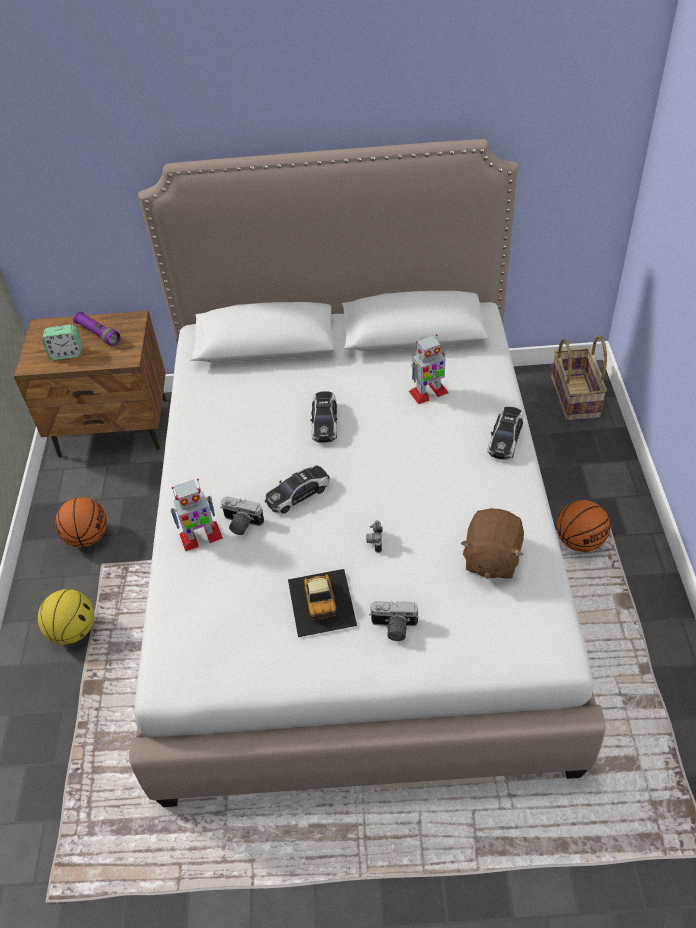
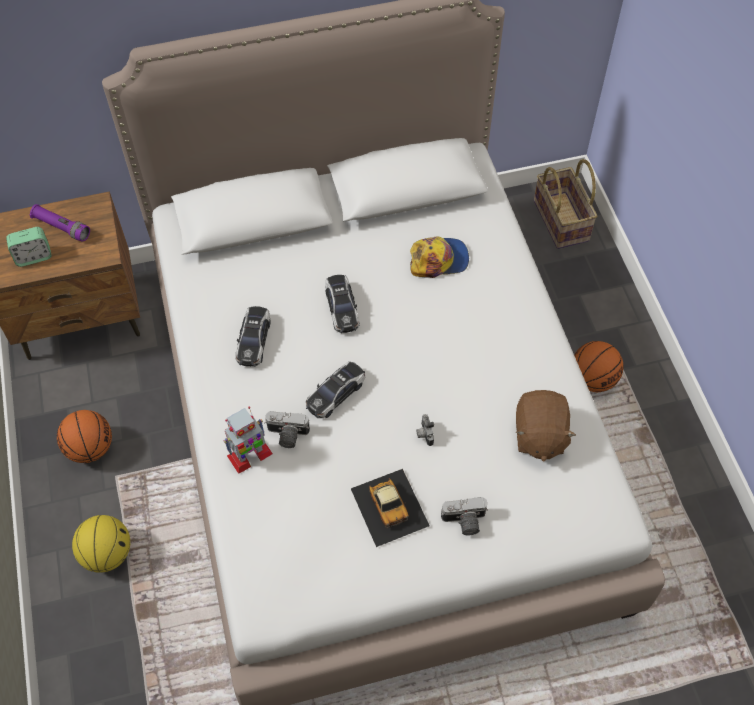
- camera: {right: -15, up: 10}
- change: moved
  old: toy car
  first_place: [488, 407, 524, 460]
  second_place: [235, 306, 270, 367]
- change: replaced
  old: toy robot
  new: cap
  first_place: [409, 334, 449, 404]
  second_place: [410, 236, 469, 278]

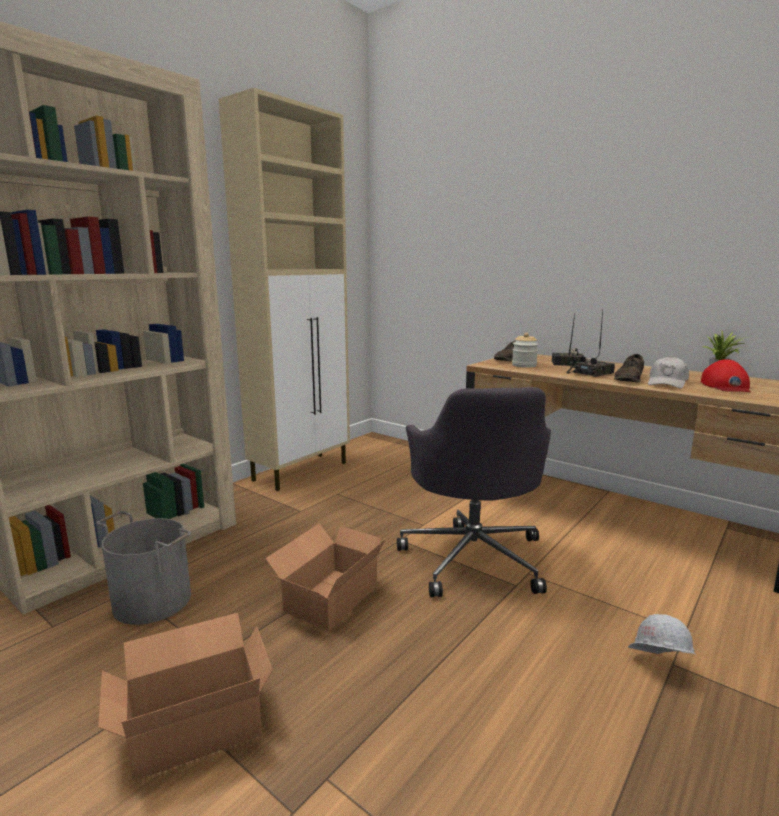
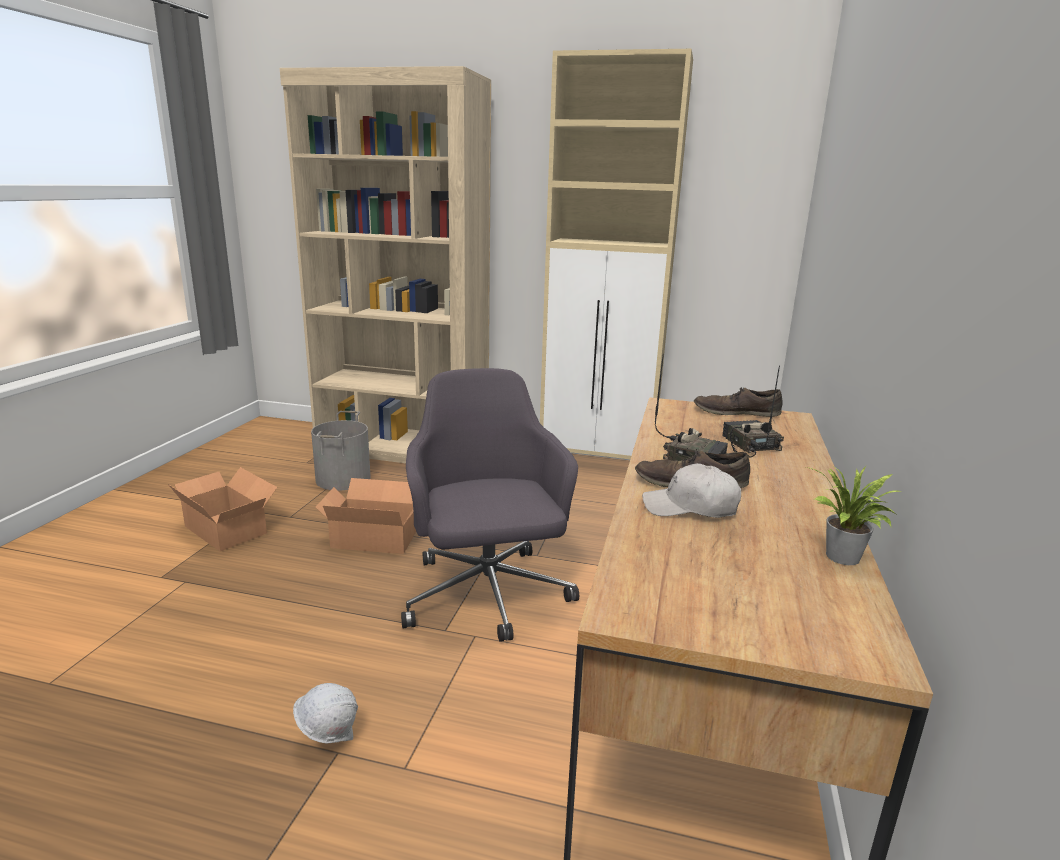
- camera: {right: 65, up: 5}
- change: removed
  old: jar
  first_place: [512, 333, 538, 368]
- change: removed
  old: red cap
  first_place: [701, 359, 751, 392]
- change: turned
  old: grey office chair
  first_place: [397, 387, 551, 597]
  second_place: [401, 368, 579, 642]
  degrees: 105

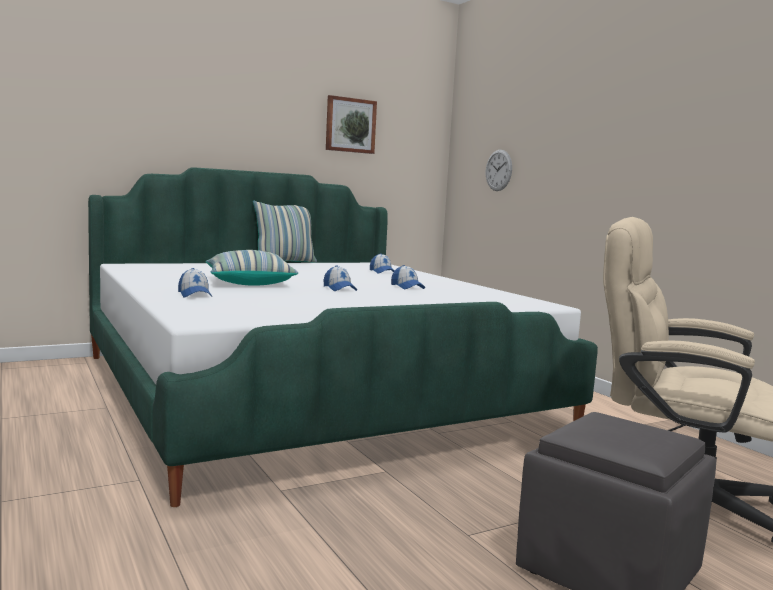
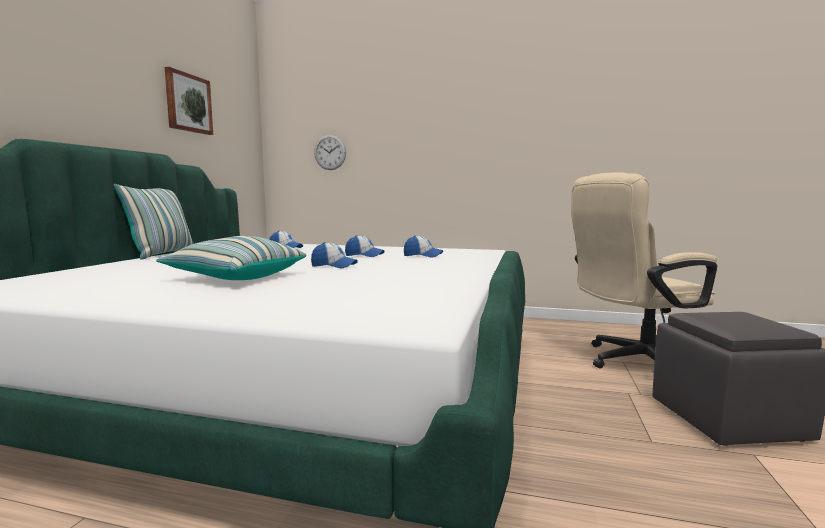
- camera: {right: -45, up: 0}
- change: moved
  old: cap
  first_place: [178, 268, 212, 298]
  second_place: [404, 236, 443, 258]

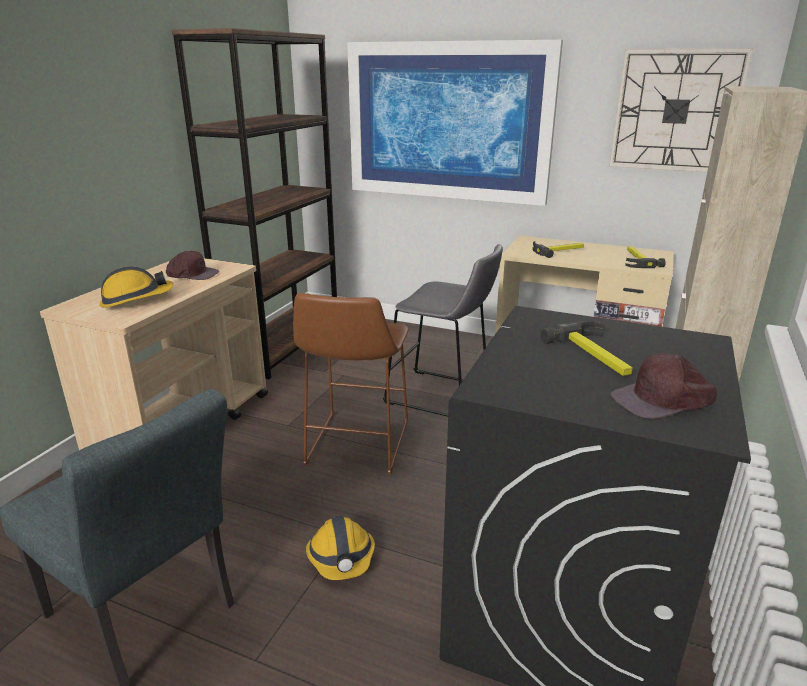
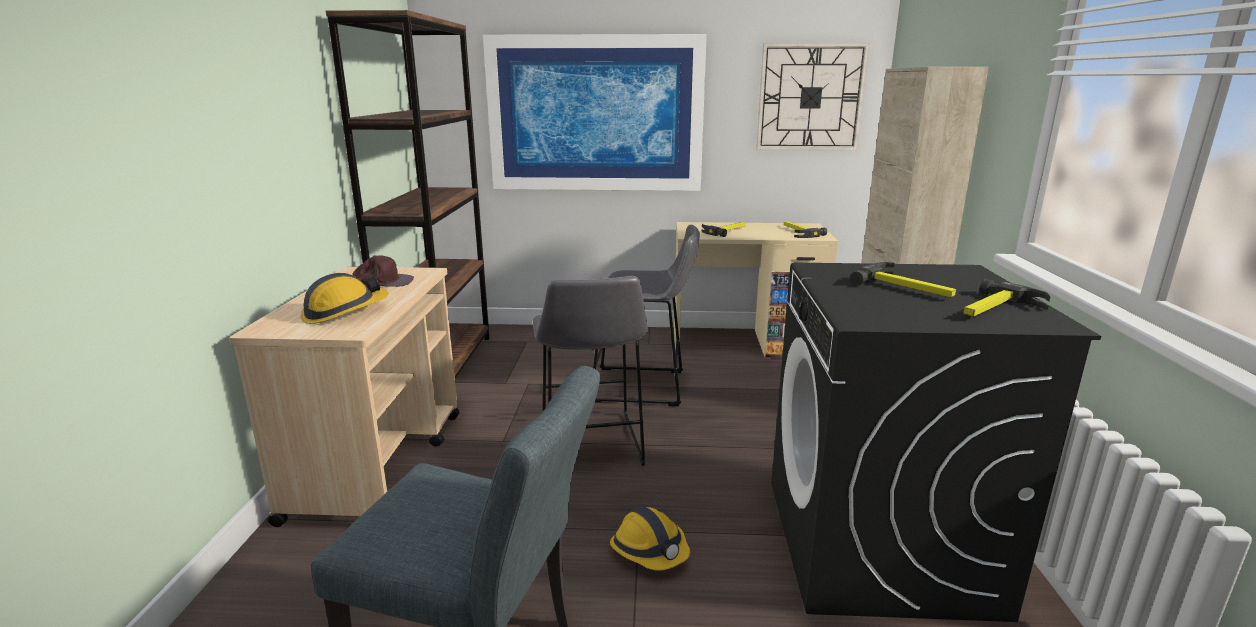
- camera: {right: -20, up: -5}
- change: replaced
  old: brown cap
  new: hammer
  first_place: [610, 353, 717, 419]
  second_place: [963, 279, 1051, 317]
- change: recoloured
  old: brown stool
  new: grey stool
  first_place: [293, 293, 409, 475]
  second_place: [533, 276, 648, 466]

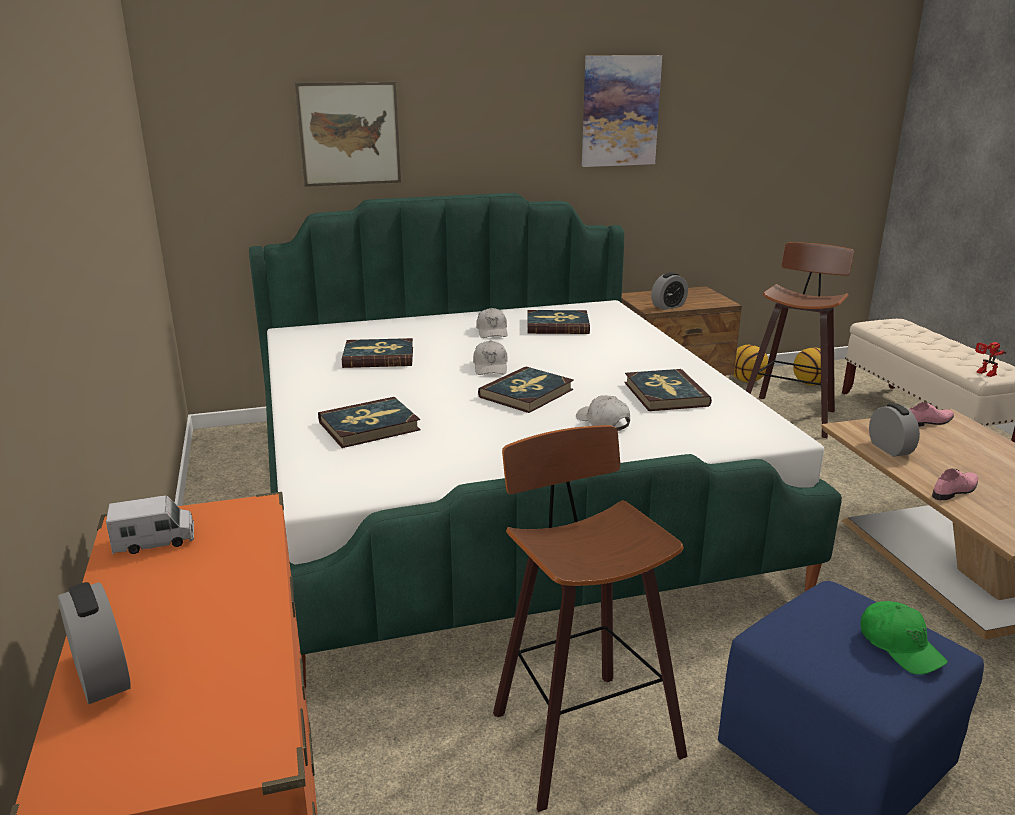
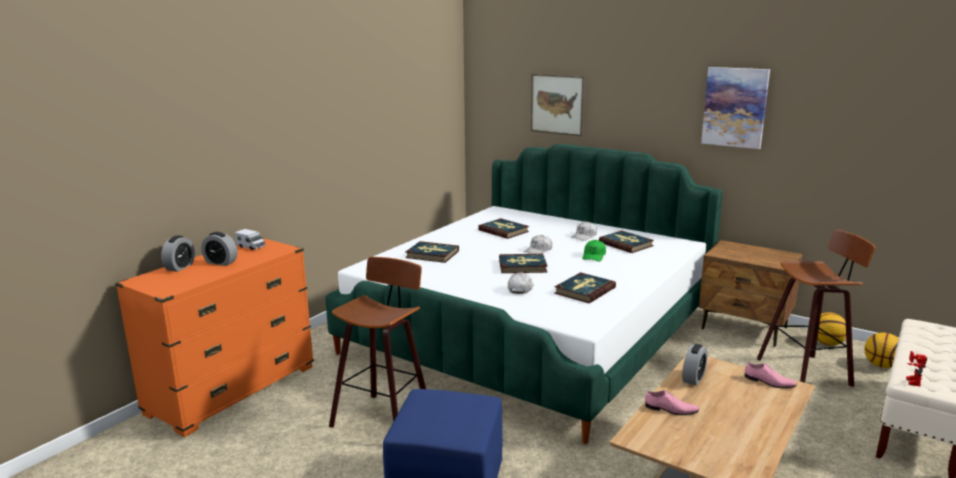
- camera: {right: 50, up: -5}
- change: moved
  old: alarm clock
  first_place: [651, 272, 688, 310]
  second_place: [201, 232, 237, 266]
- change: moved
  old: green cap
  first_place: [861, 601, 948, 675]
  second_place: [582, 240, 606, 261]

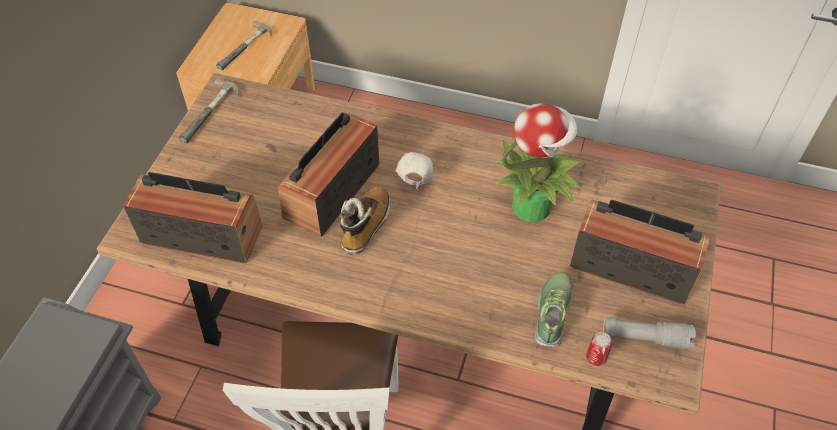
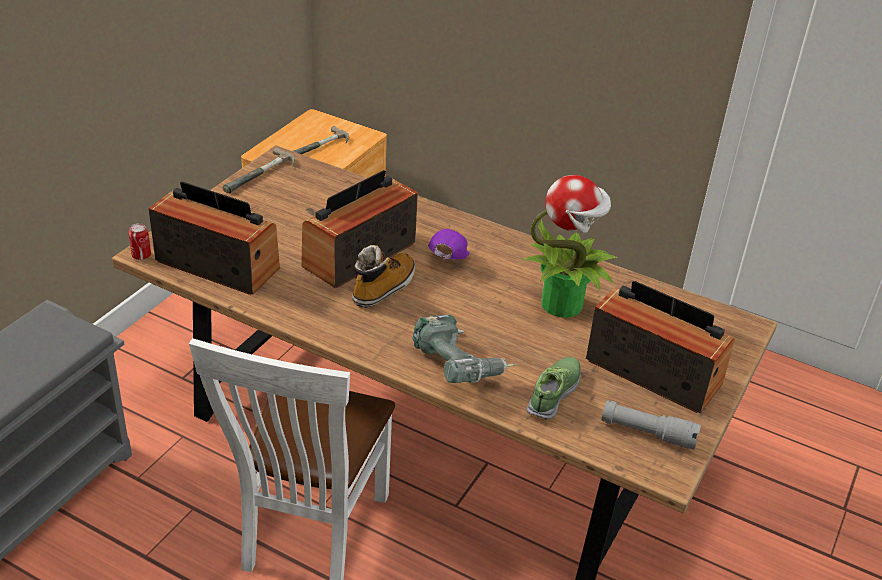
- camera: {right: 10, up: -15}
- change: added
  new: power drill
  second_place: [412, 315, 517, 383]
- change: moved
  old: can
  first_place: [586, 332, 612, 366]
  second_place: [129, 223, 151, 260]
- change: recoloured
  old: white cap
  new: purple cap
  first_place: [395, 152, 433, 190]
  second_place: [428, 229, 469, 260]

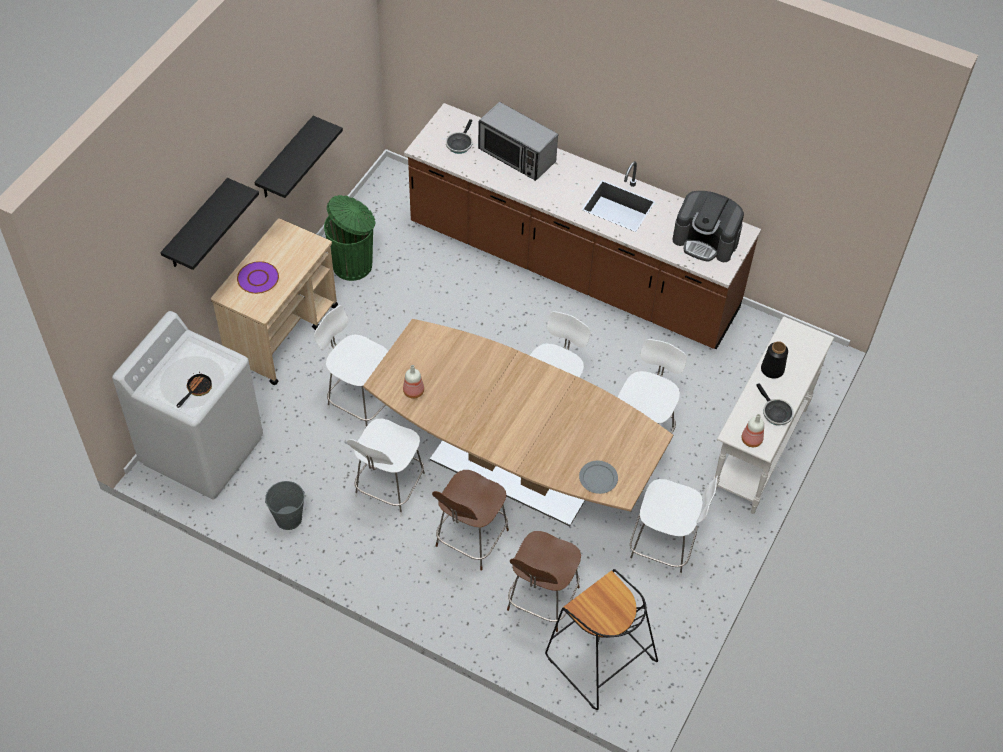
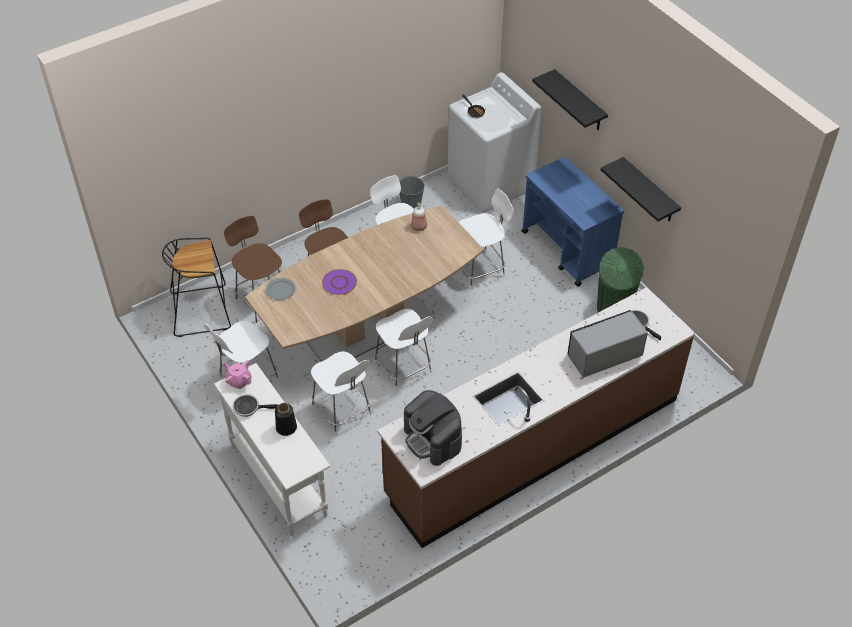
- camera: {right: 120, up: -5}
- change: moved
  old: purple plate
  first_place: [237, 261, 279, 294]
  second_place: [322, 269, 357, 295]
- change: replaced
  old: bottle
  new: pink teapot
  first_place: [742, 414, 764, 447]
  second_place: [223, 360, 252, 389]
- change: recoloured
  old: beige cart
  new: blue cart
  first_place: [211, 218, 338, 385]
  second_place: [522, 157, 624, 287]
- change: turned
  old: coffee machine
  first_place: [672, 191, 744, 262]
  second_place: [404, 390, 462, 466]
  degrees: -90

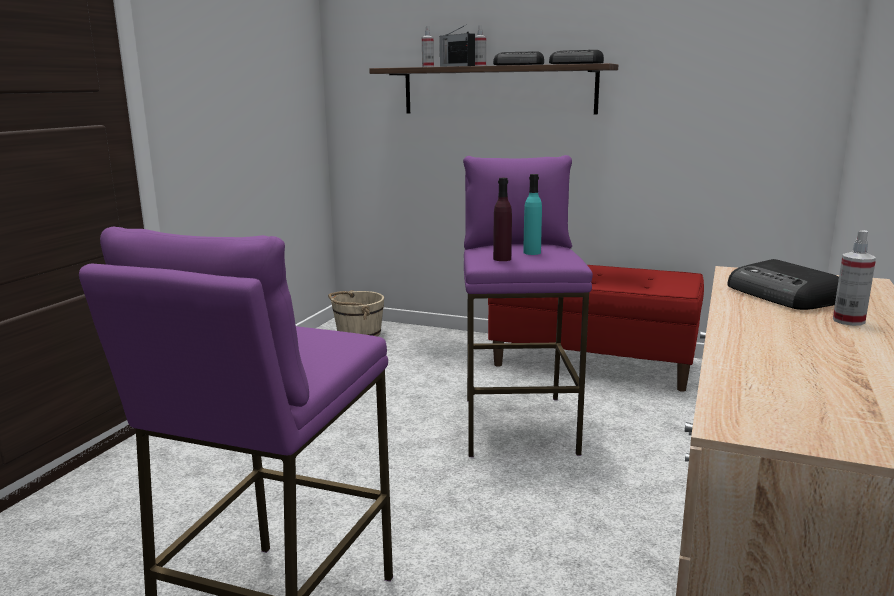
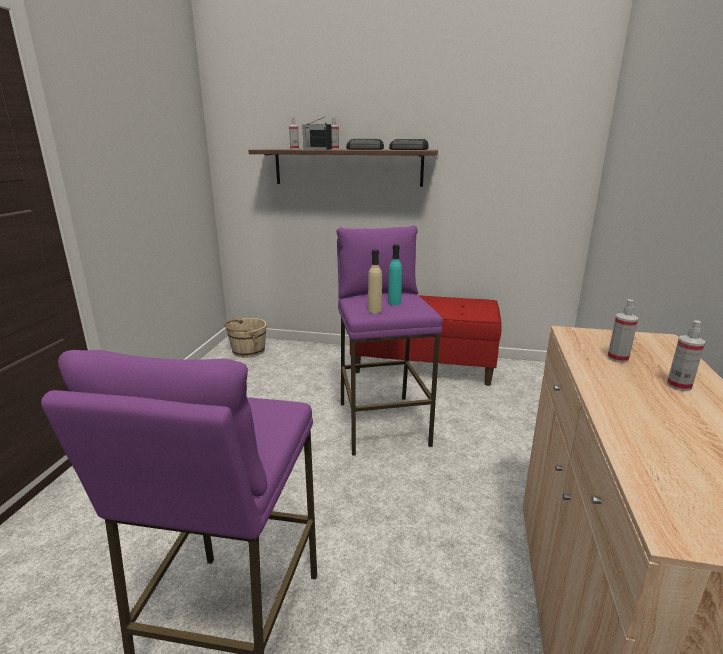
- camera: {right: -10, up: 5}
- change: replaced
  old: radio
  new: spray bottle
  first_place: [727, 259, 839, 310]
  second_place: [607, 299, 638, 363]
- change: recoloured
  old: purple bottle
  new: beige bottle
  first_place: [493, 178, 512, 261]
  second_place: [368, 250, 382, 313]

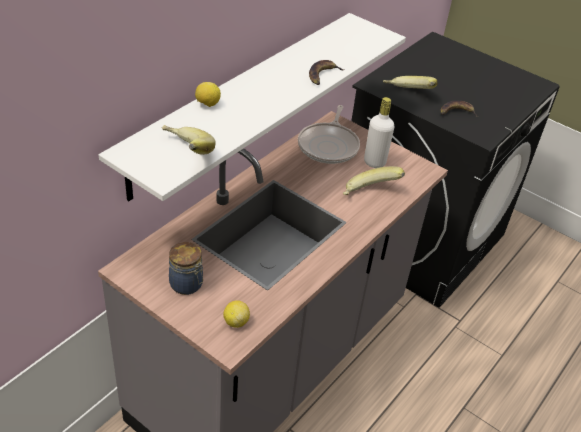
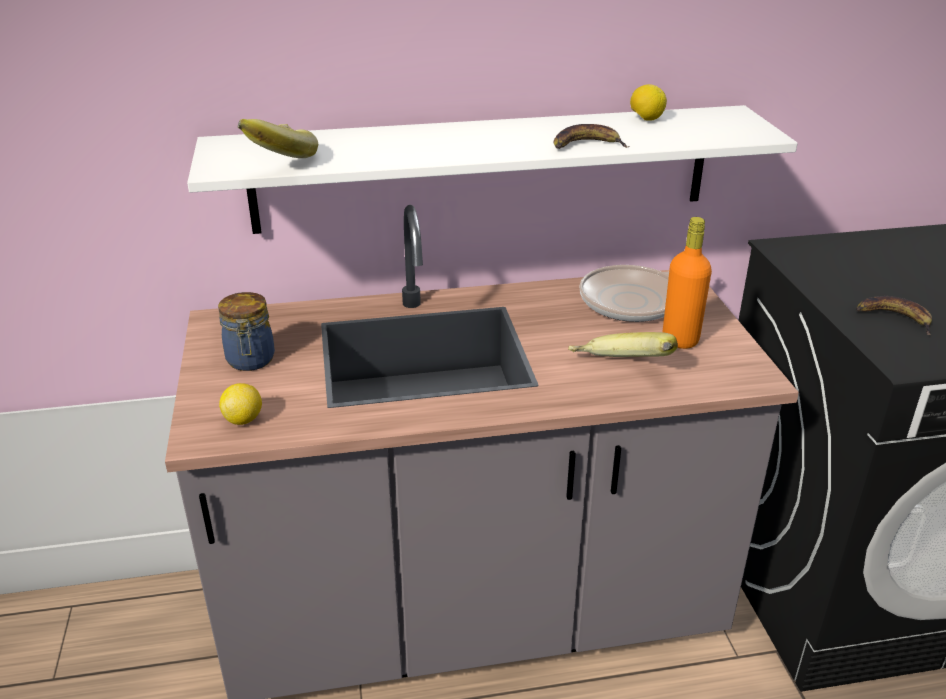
- camera: {right: 45, up: -10}
- change: removed
  old: banana
  first_place: [383, 76, 438, 89]
- change: moved
  old: lemon
  first_place: [195, 82, 221, 107]
  second_place: [630, 84, 667, 121]
- change: recoloured
  old: white bottle
  new: orange bottle
  first_place: [364, 97, 394, 168]
  second_place: [663, 217, 712, 349]

